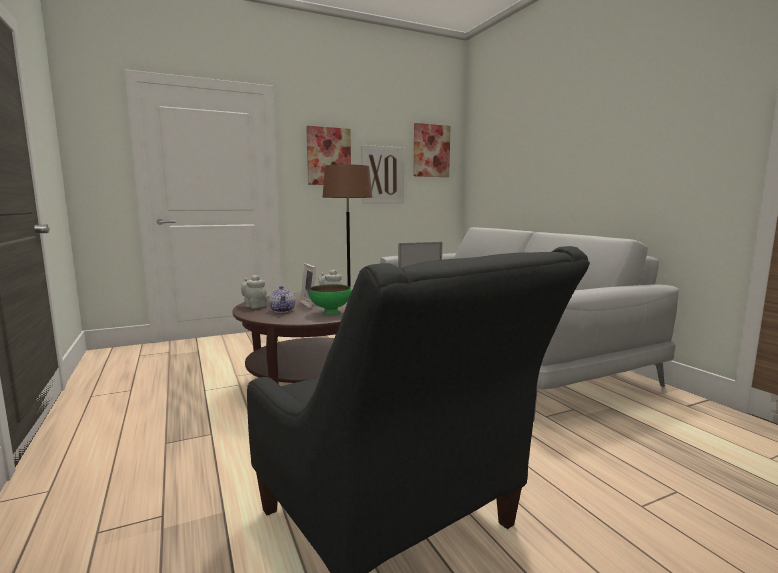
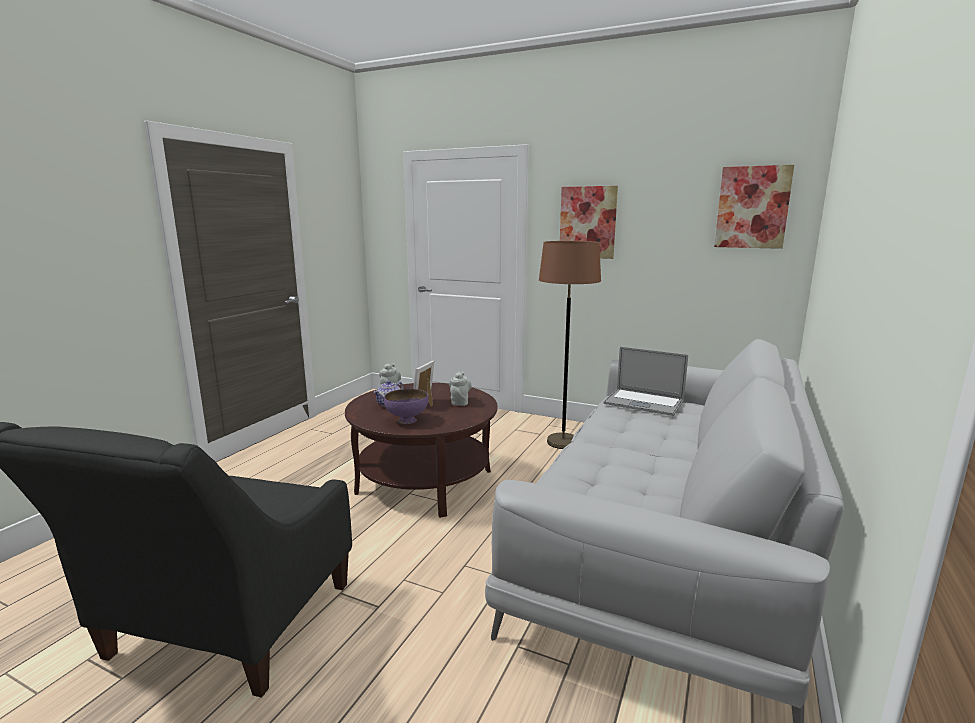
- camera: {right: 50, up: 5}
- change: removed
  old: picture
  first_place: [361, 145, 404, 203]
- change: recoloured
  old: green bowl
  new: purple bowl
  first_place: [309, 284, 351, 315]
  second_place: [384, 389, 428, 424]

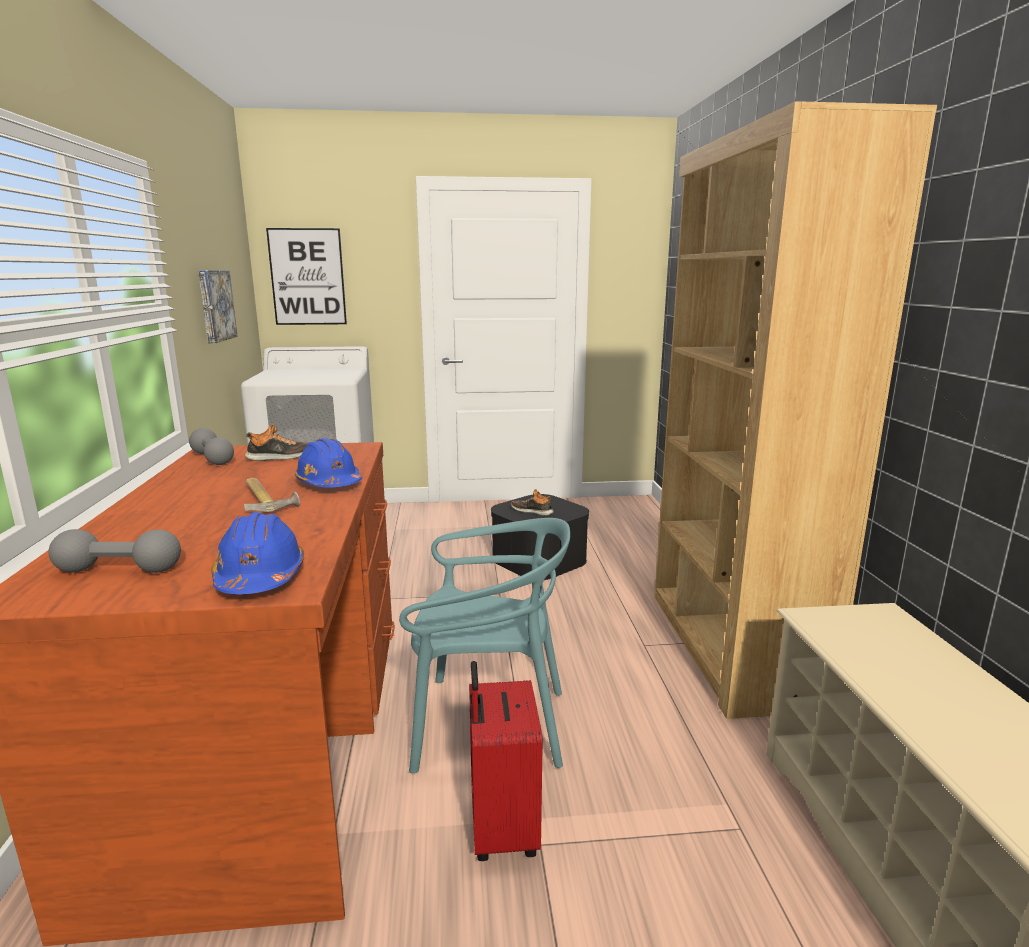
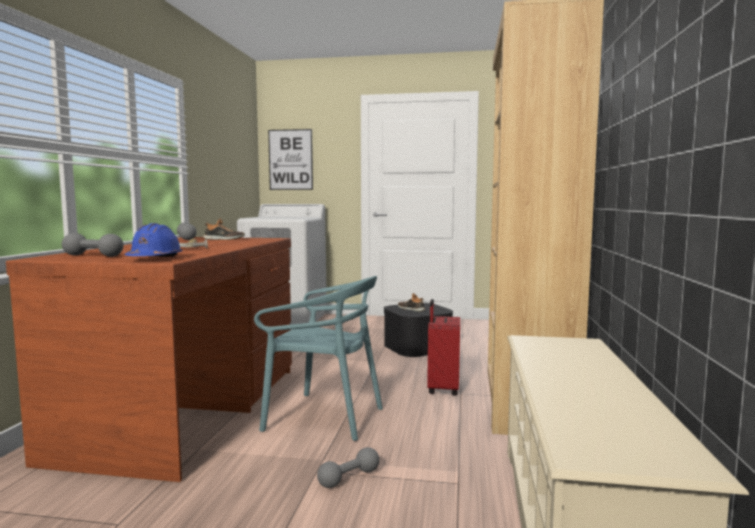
- camera: {right: 15, up: -10}
- change: removed
  old: picture
  first_place: [198, 270, 238, 343]
- change: removed
  old: blue hard hat
  first_place: [295, 438, 362, 488]
- change: added
  new: grey dumbbell
  second_place: [317, 447, 379, 488]
- change: moved
  old: red suitcase
  first_place: [469, 661, 543, 861]
  second_place: [427, 299, 460, 396]

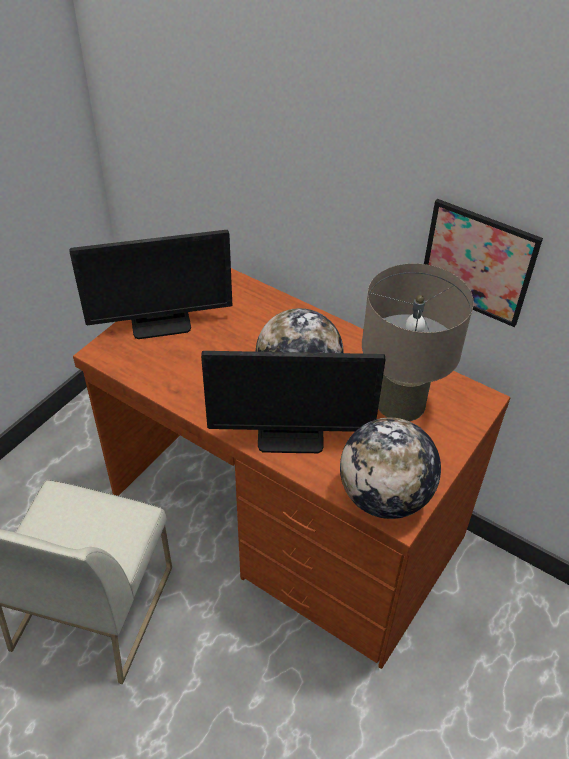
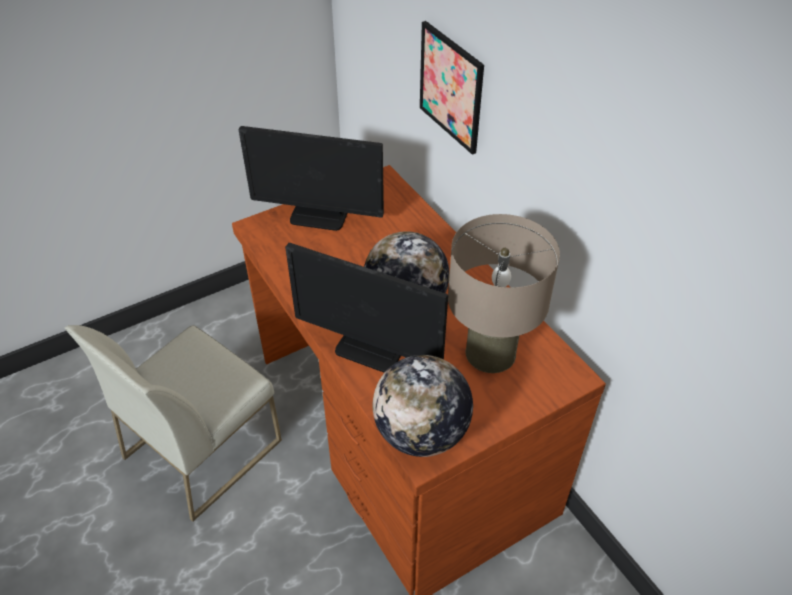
- camera: {right: 25, up: 0}
- change: moved
  old: picture
  first_place: [424, 199, 543, 327]
  second_place: [420, 21, 484, 155]

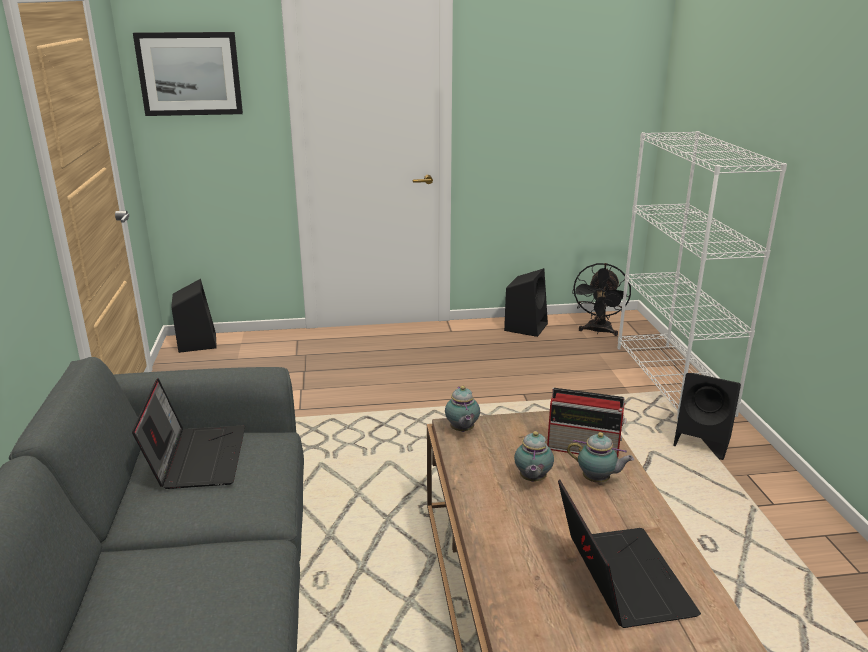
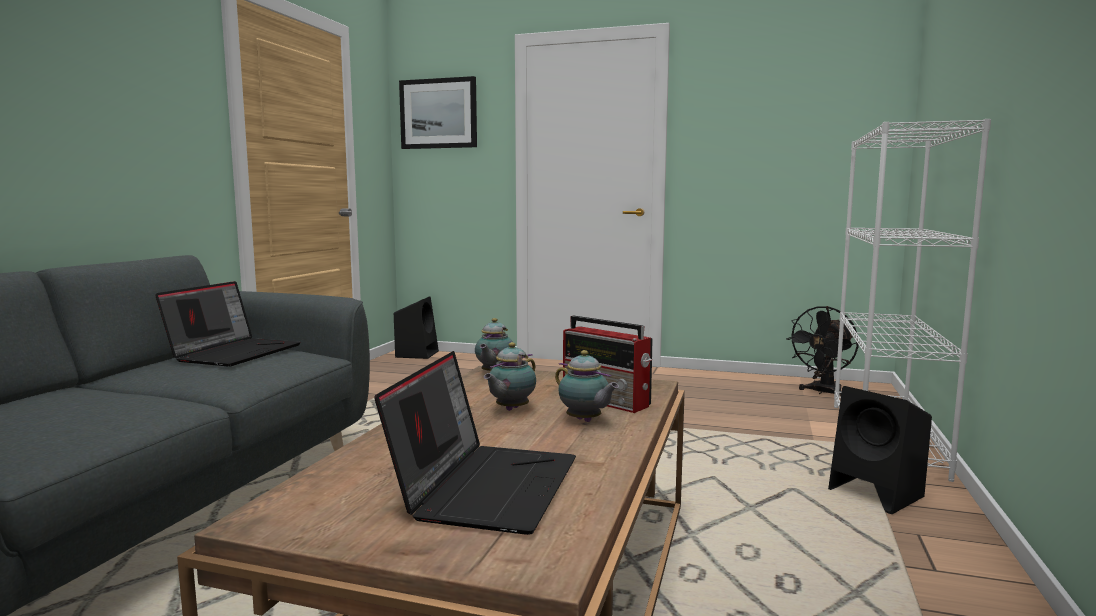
- camera: {right: 25, up: -15}
- change: removed
  old: black speaker
  first_place: [504, 268, 548, 337]

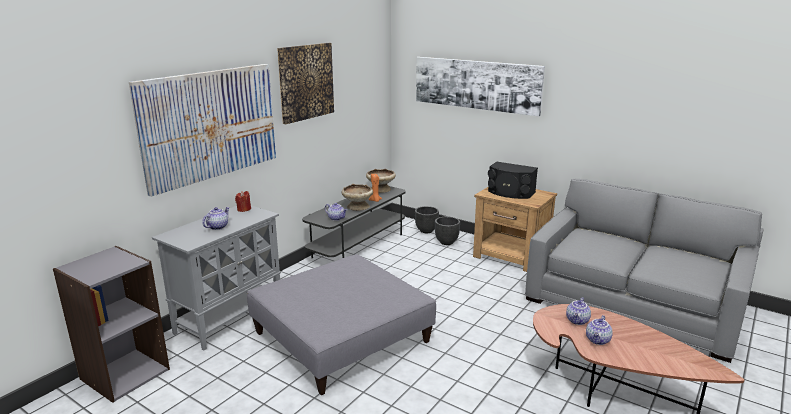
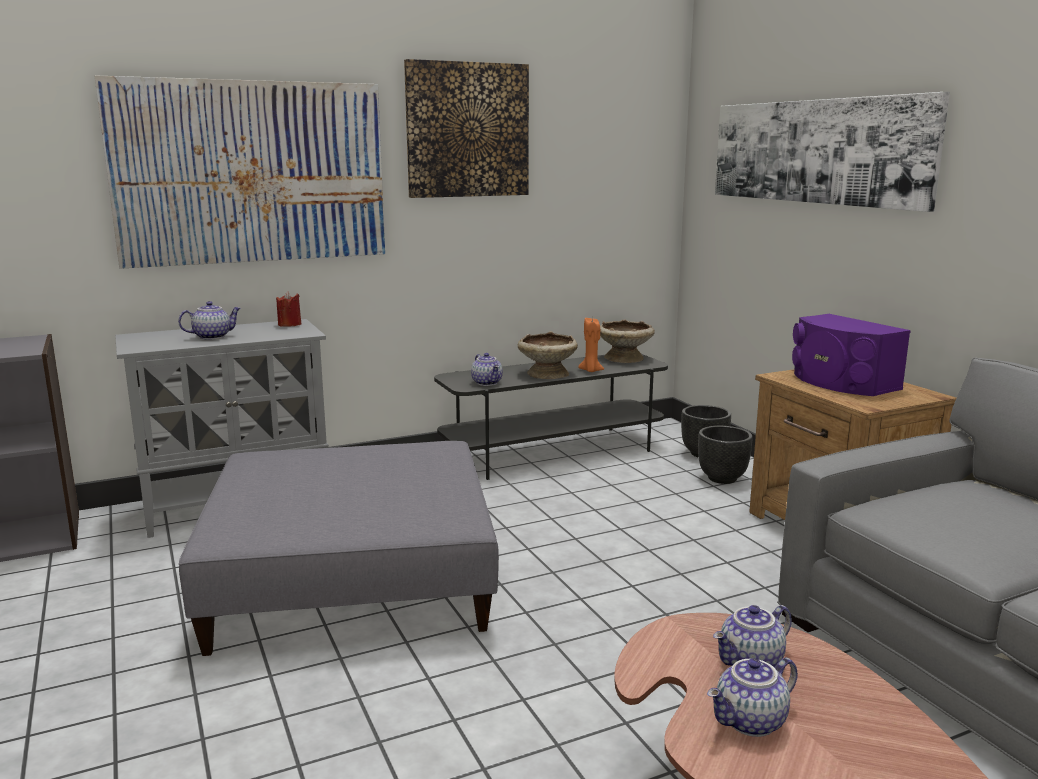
- camera: {right: 30, up: -5}
- change: recoloured
  old: black speaker
  new: purple speaker
  first_place: [488, 162, 538, 199]
  second_place: [792, 314, 911, 396]

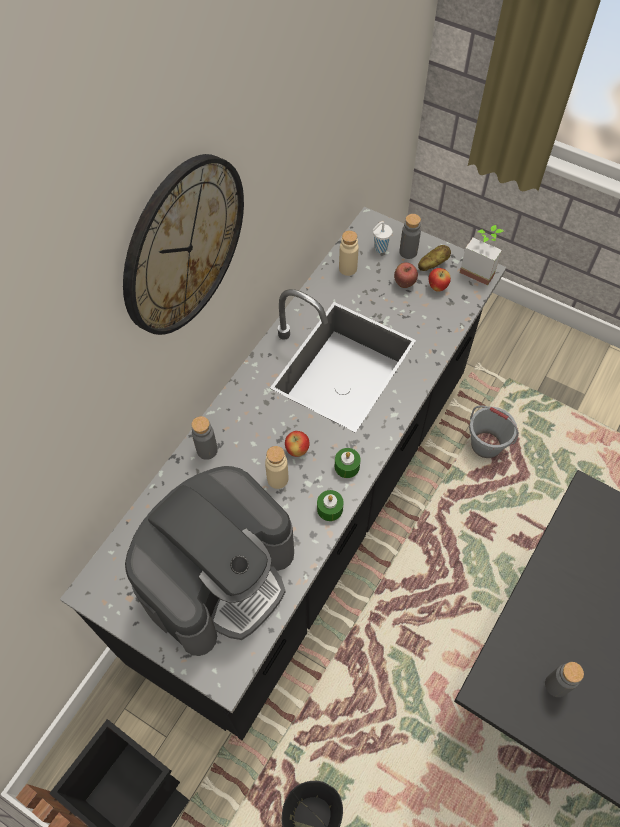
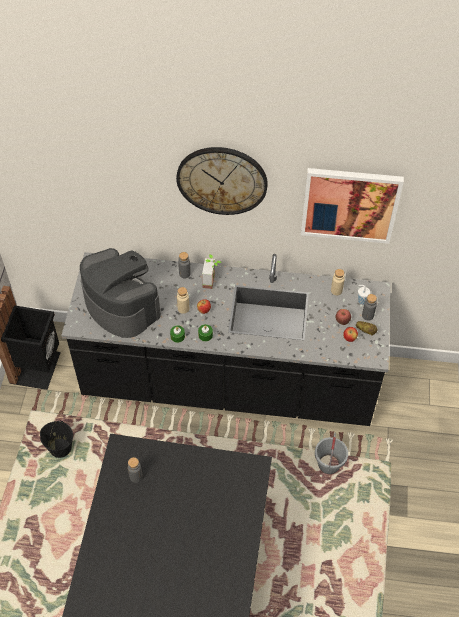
- camera: {right: 65, up: -5}
- change: added
  new: picture
  second_place: [301, 168, 404, 244]
- change: moved
  old: potted plant
  first_place: [460, 225, 504, 286]
  second_place: [202, 254, 222, 289]
- change: turned
  old: coffee machine
  first_place: [125, 466, 294, 656]
  second_place: [80, 248, 161, 338]
  degrees: -150

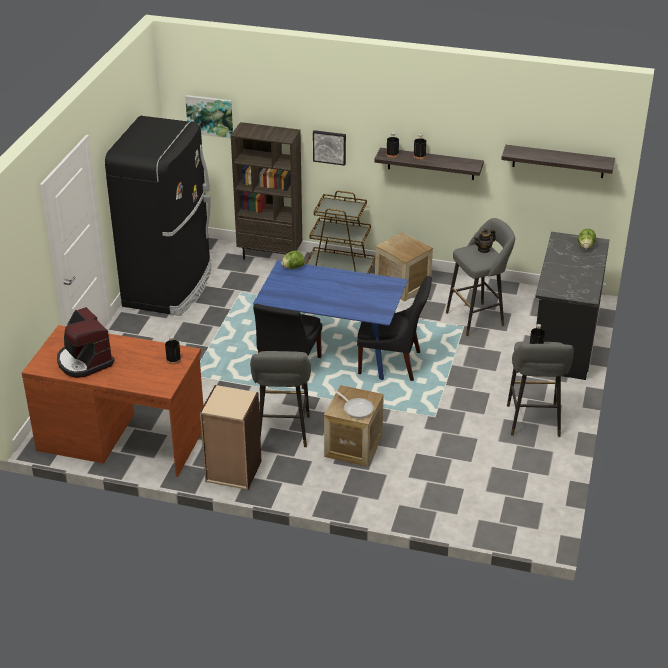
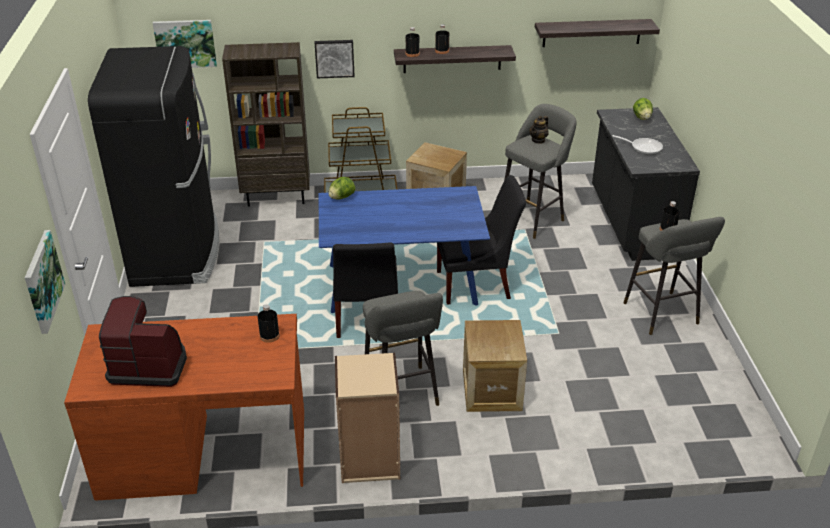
- camera: {right: -20, up: 0}
- change: added
  new: picture
  second_place: [25, 230, 65, 334]
- change: moved
  old: frying pan
  first_place: [333, 389, 374, 418]
  second_place: [613, 135, 663, 155]
- change: turned
  old: coffee machine
  first_place: [57, 307, 114, 378]
  second_place: [99, 296, 187, 387]
  degrees: 150

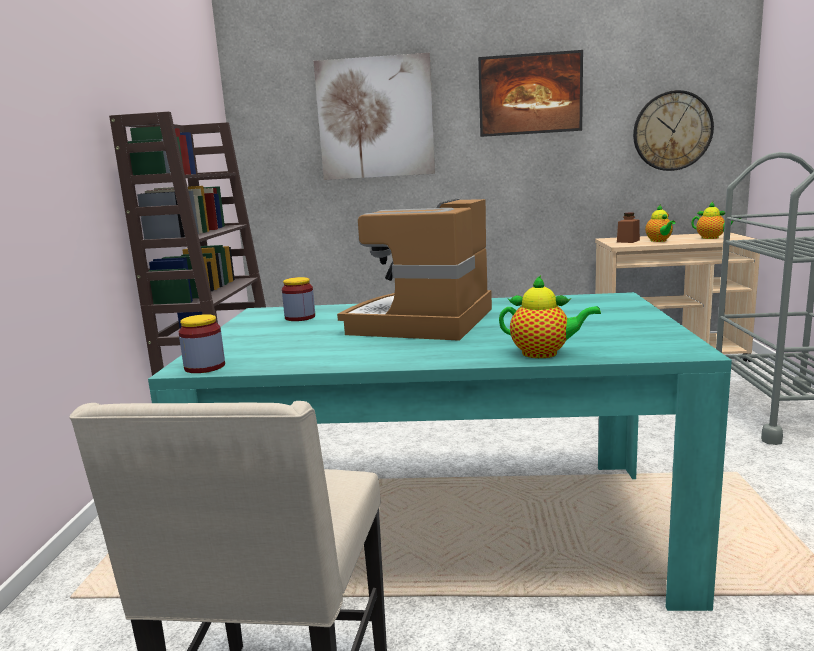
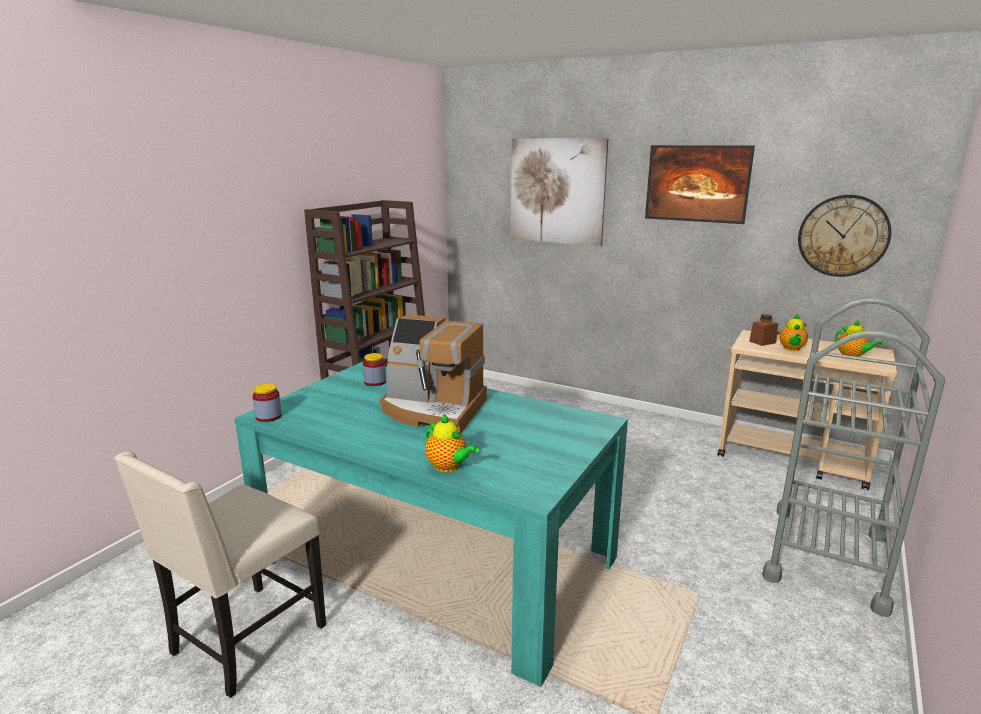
- camera: {right: 25, up: 5}
- change: turned
  old: coffee machine
  first_place: [337, 198, 492, 341]
  second_place: [380, 314, 487, 434]
  degrees: -120

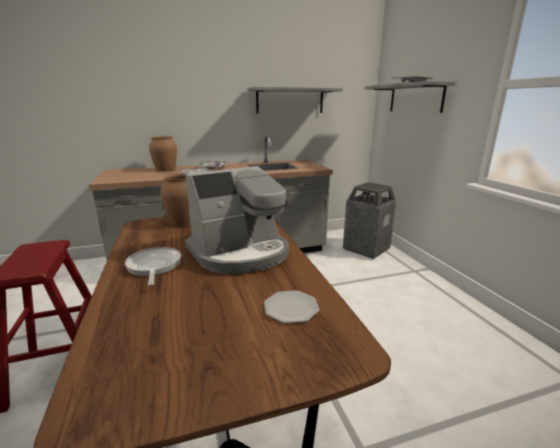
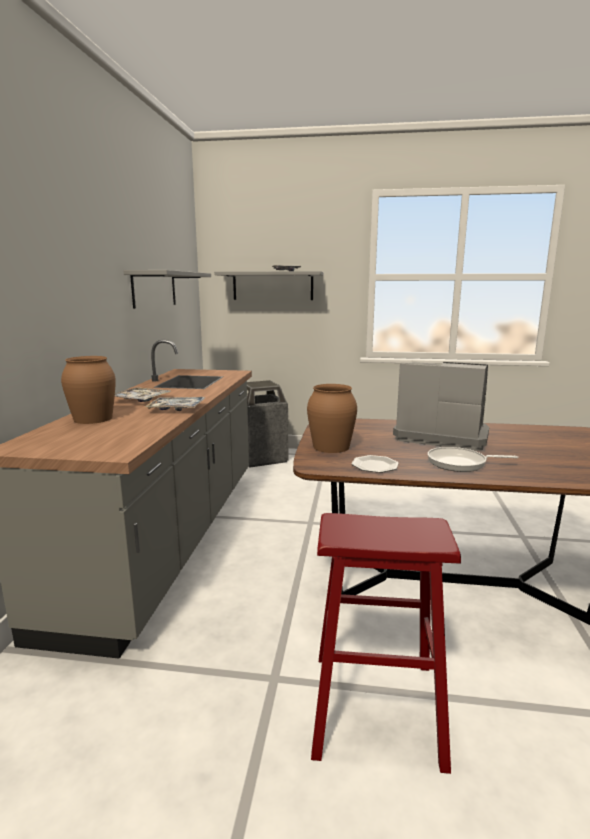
- camera: {right: -65, up: -5}
- change: moved
  old: plate
  first_place: [264, 290, 320, 324]
  second_place: [351, 455, 399, 473]
- change: turned
  old: coffee machine
  first_place: [185, 166, 289, 274]
  second_place: [393, 362, 489, 451]
  degrees: -60

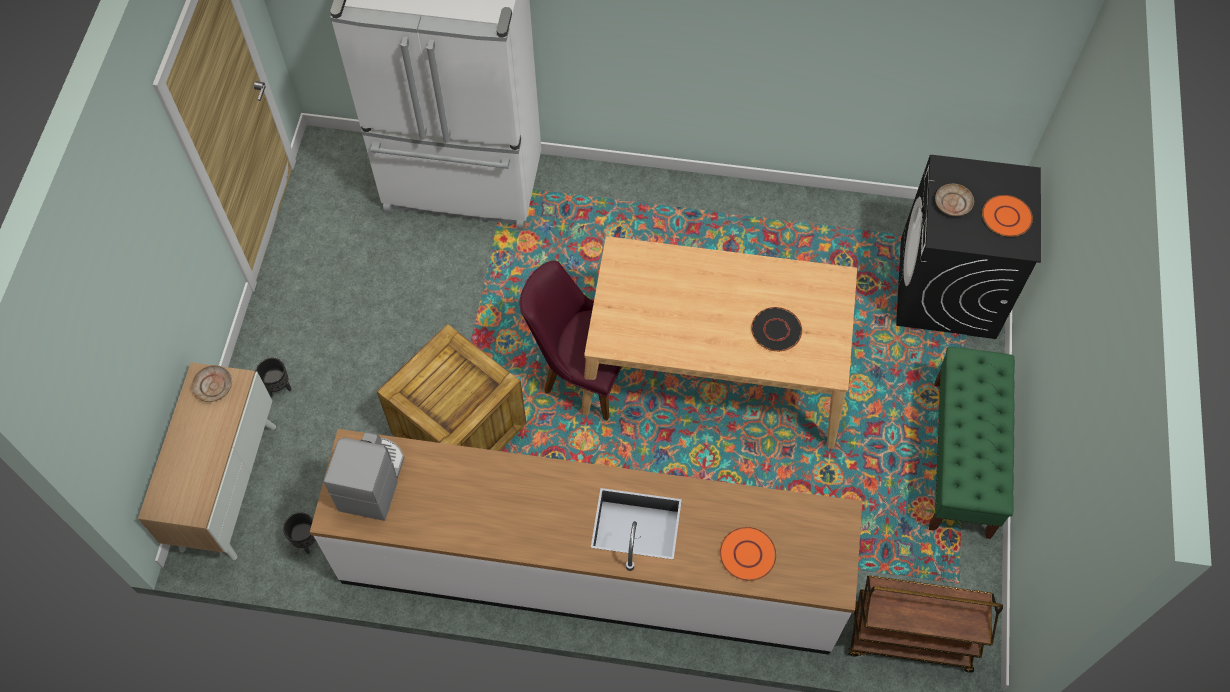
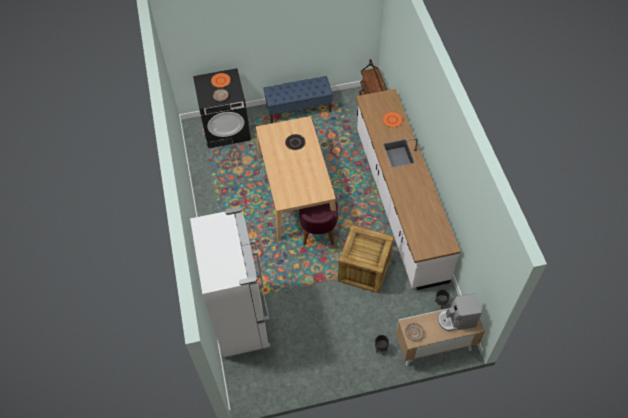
- camera: {right: -110, up: -5}
- change: moved
  old: coffee machine
  first_place: [324, 432, 405, 521]
  second_place: [438, 293, 482, 331]
- change: recoloured
  old: green bench
  new: blue bench
  first_place: [929, 347, 1015, 539]
  second_place: [263, 76, 333, 123]

